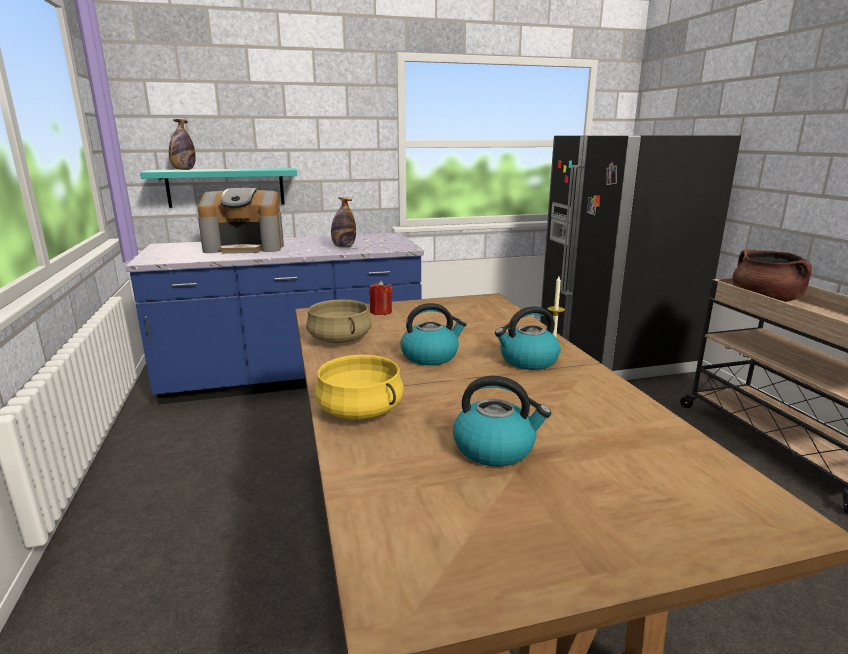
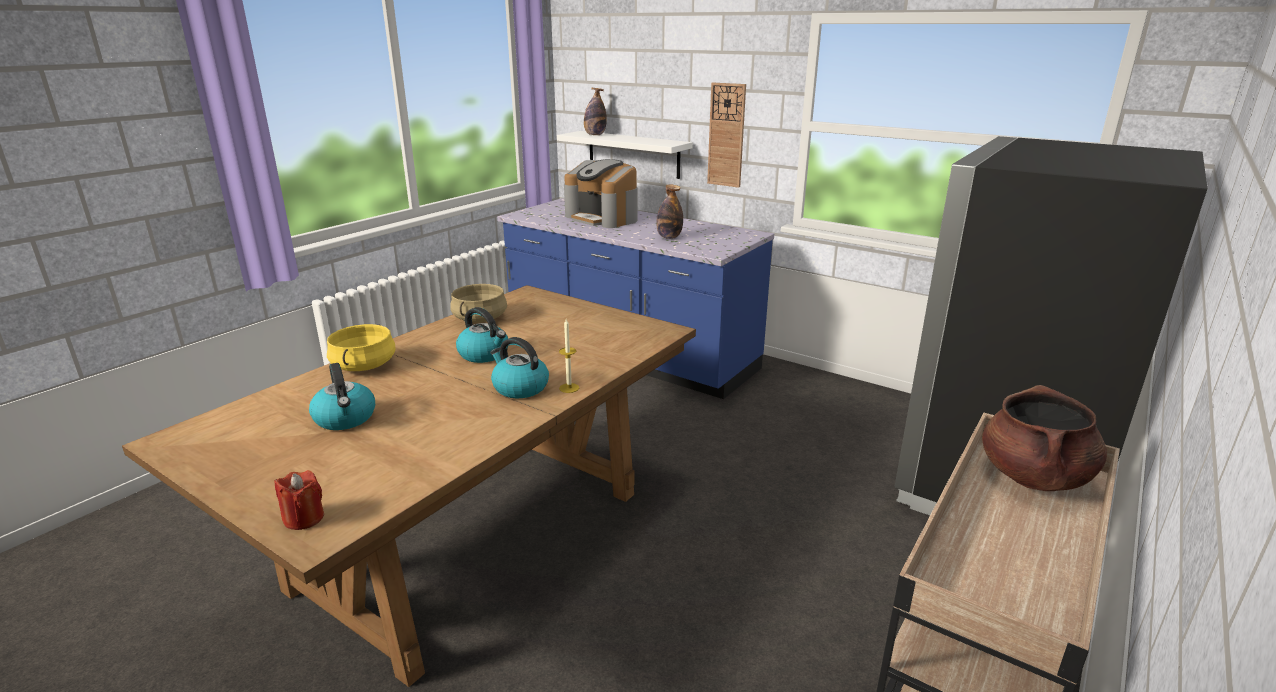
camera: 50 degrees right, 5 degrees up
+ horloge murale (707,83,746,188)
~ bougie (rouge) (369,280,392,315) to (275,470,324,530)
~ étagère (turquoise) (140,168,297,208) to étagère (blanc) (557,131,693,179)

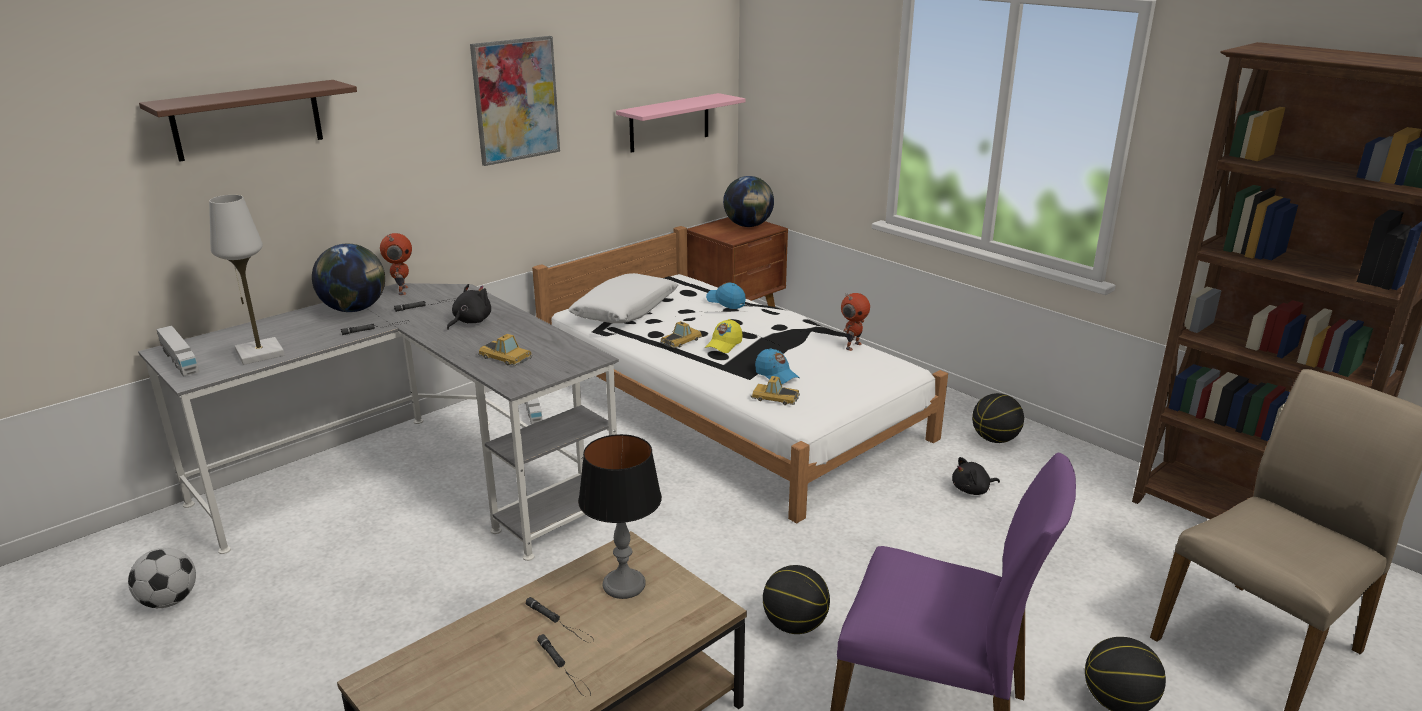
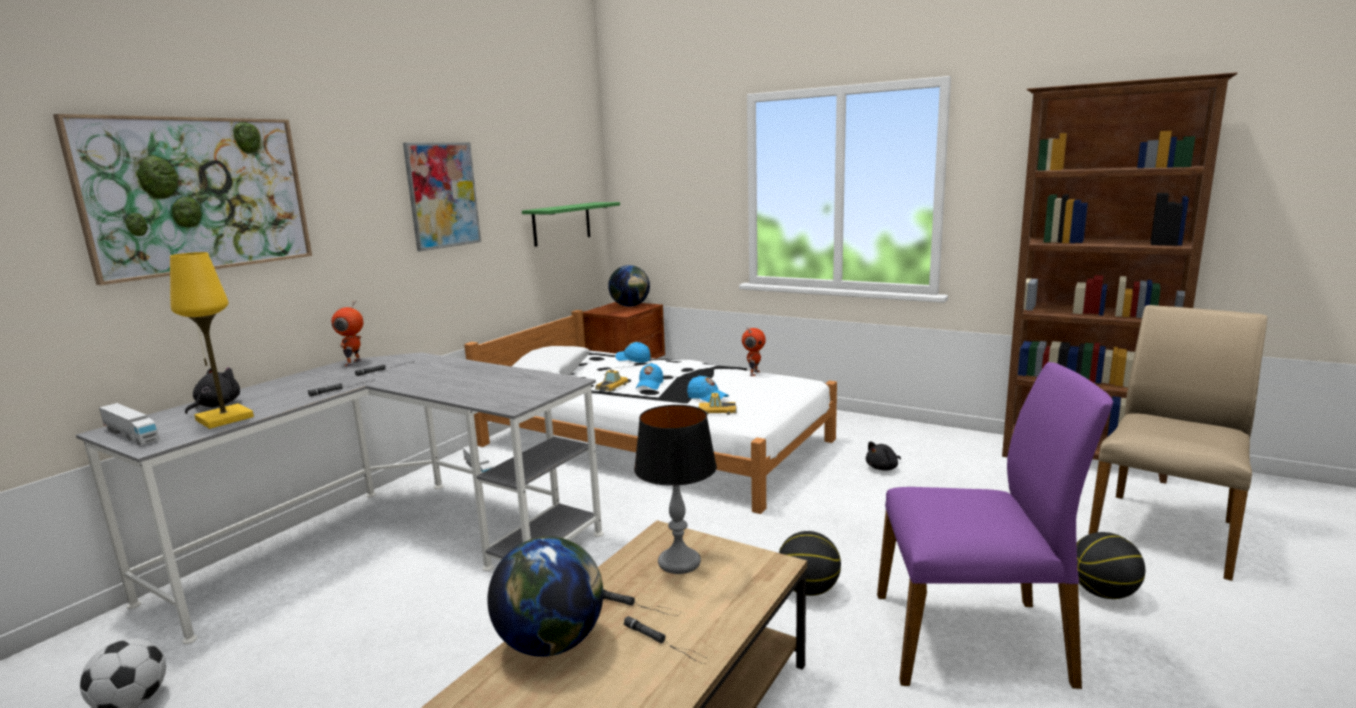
camera: 15 degrees left, 10 degrees down
- petite voiture (478,334,532,366)
- ballon de basket (972,393,1024,443)
~ globe (312,244,385,312) to (487,536,603,657)
~ peluche (noir) (447,284,491,330) to (185,367,240,414)
~ étagère (marron) (139,80,357,162) to tableau (53,114,312,285)
~ lampe de table (blanc) (209,195,285,365) to lampe de table (jaune) (170,252,254,429)
~ étagère (rose) (616,93,746,153) to étagère (vert) (522,202,620,247)
~ casquette (jaune) (705,319,743,353) to casquette (bleu) (635,363,663,390)
~ robot jouet (380,233,412,295) = (331,300,363,366) 150 degrees counterclockwise

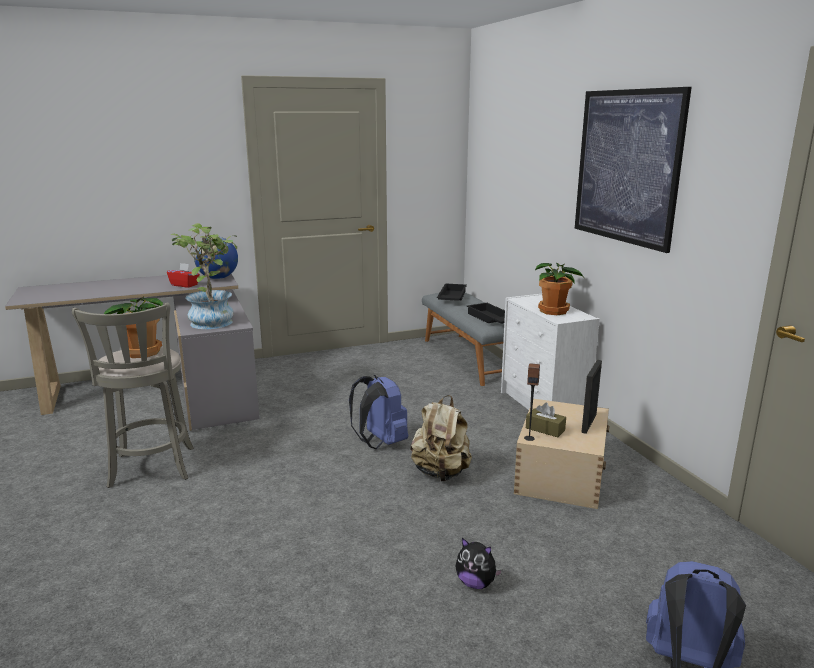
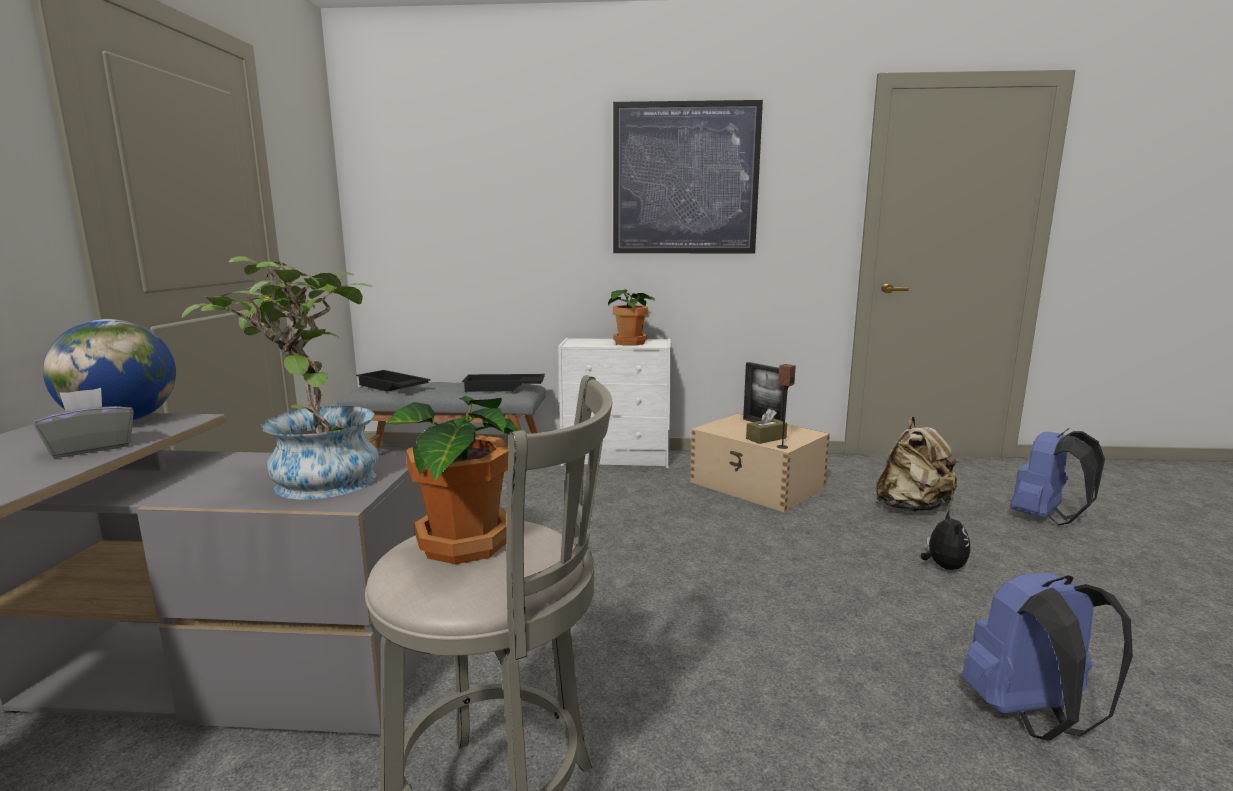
camera: 65 degrees left, 5 degrees down
~ sac à dos (bleu) (349,375,408,449) to (962,572,1133,741)
~ sac à dos (beige) (410,395,472,482) to (876,416,959,512)
~ boîte à mouchoirs (rouge) (167,263,200,288) to boîte à mouchoirs (gris) (34,388,134,458)
~ peluche (455,538,503,589) = (921,511,970,570) 45 degrees counterclockwise

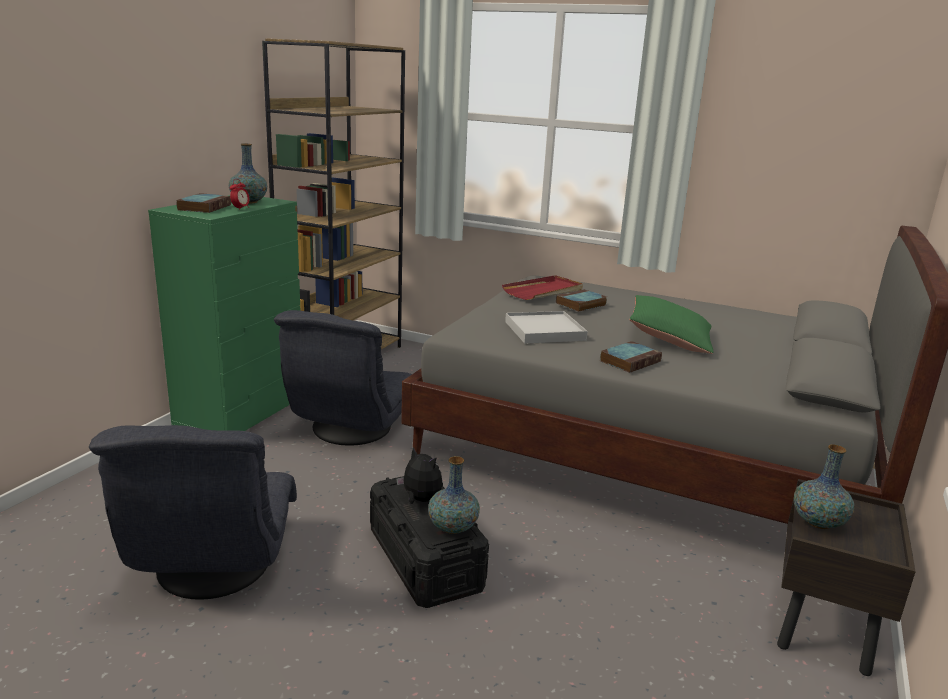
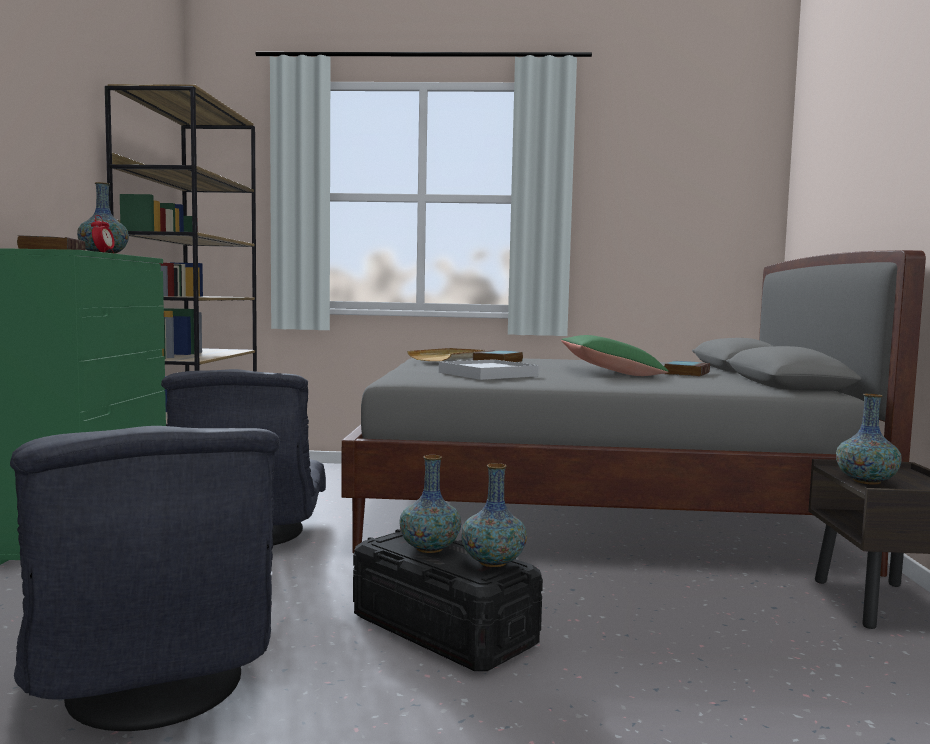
camera: 20 degrees left, 15 degrees down
~ livre (600,341,662,373) to (664,361,710,377)
~ peluche (396,447,442,504) to vase (399,455,461,553)
~ plateau (rouge) (502,275,583,300) to plateau (beige) (407,348,485,361)

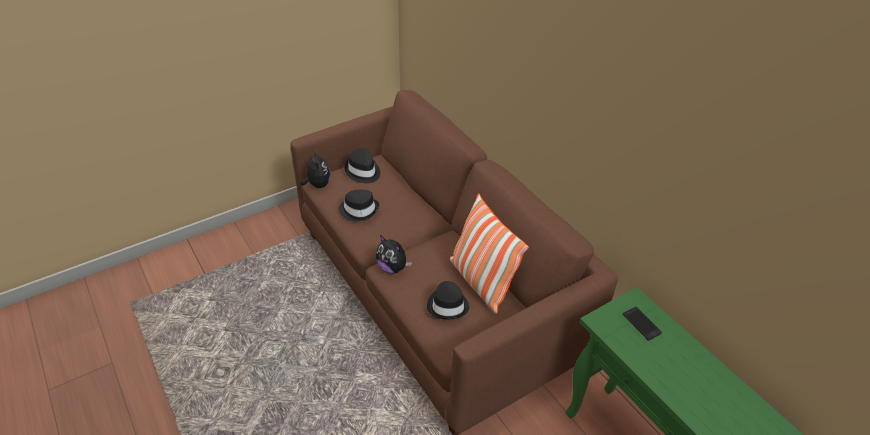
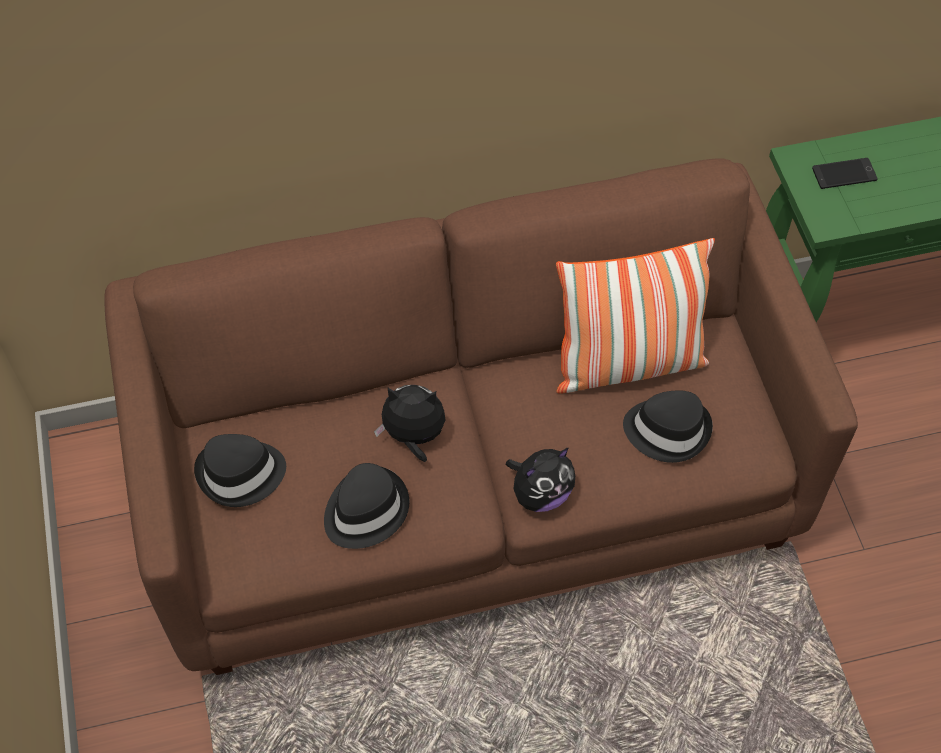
camera: 70 degrees left, 15 degrees up
~ peluche (300,151,331,188) to (374,385,446,462)

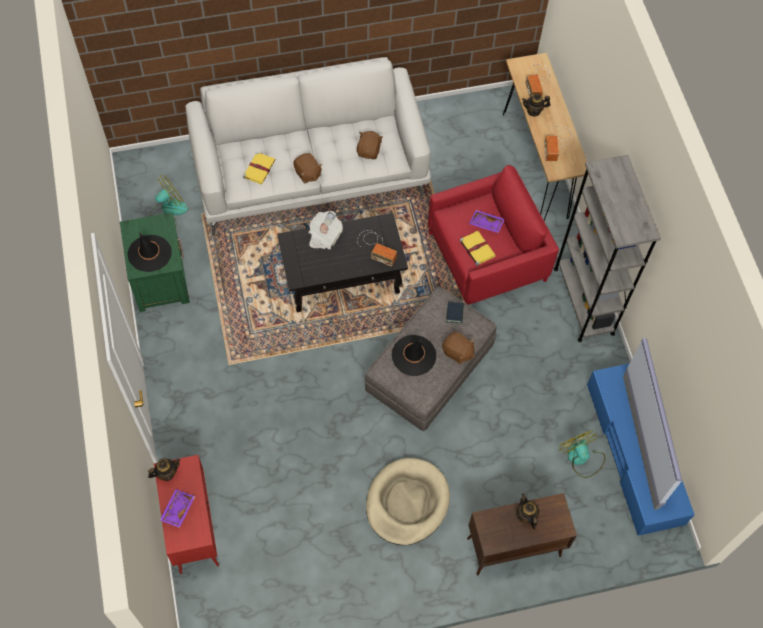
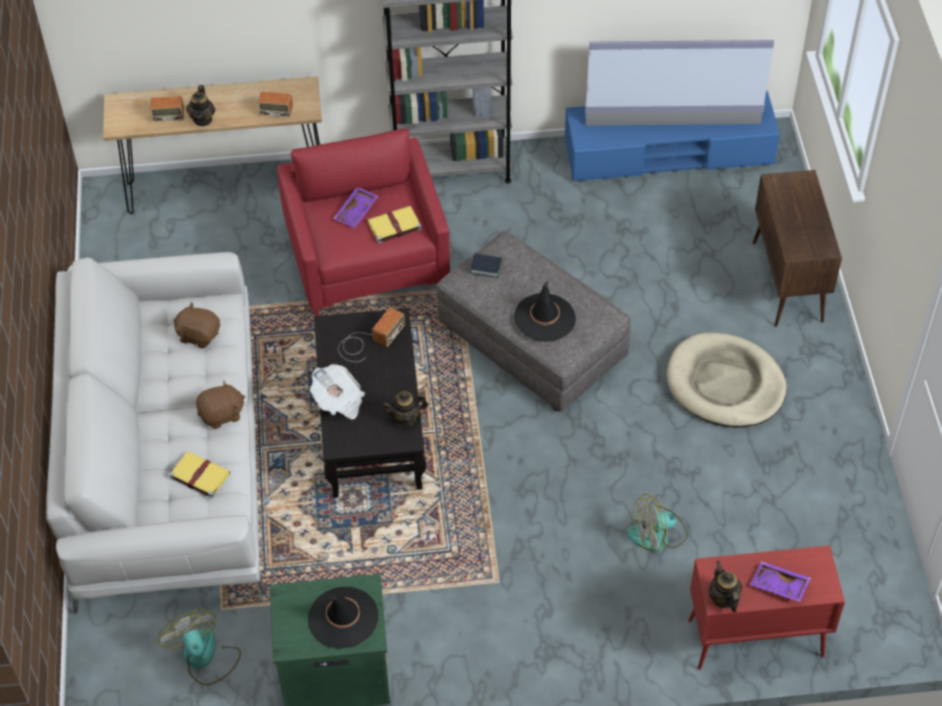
camera: 80 degrees left, 10 degrees down
- peluche (marron) (442,332,475,364)
~ théière (516,493,539,530) to (382,391,429,427)
~ ventilateur (559,430,605,478) to (627,494,688,552)

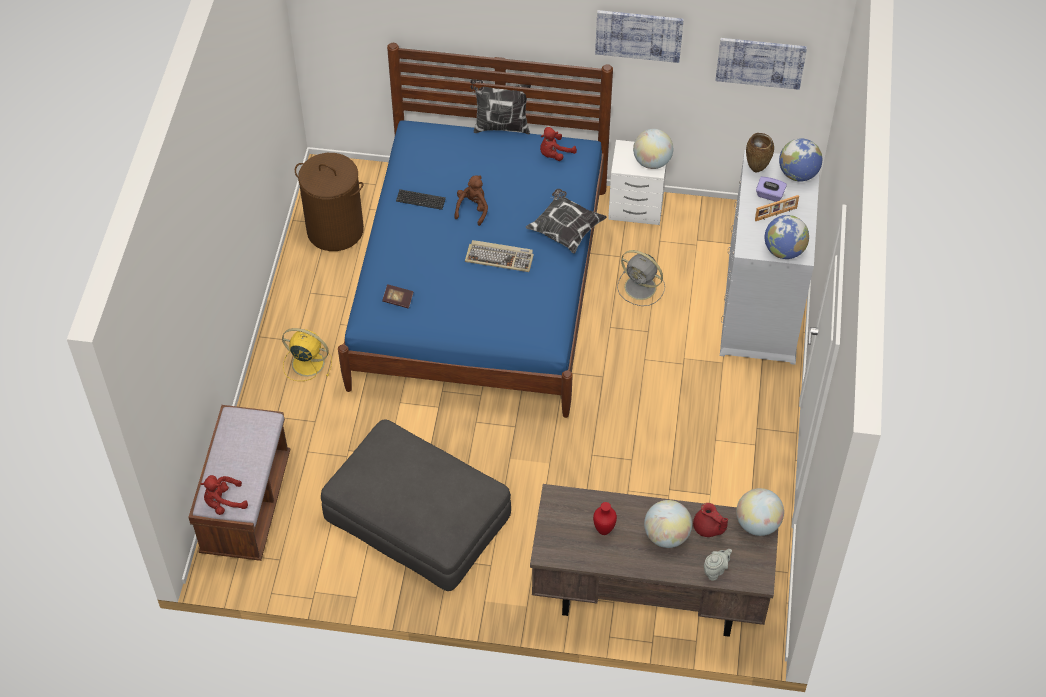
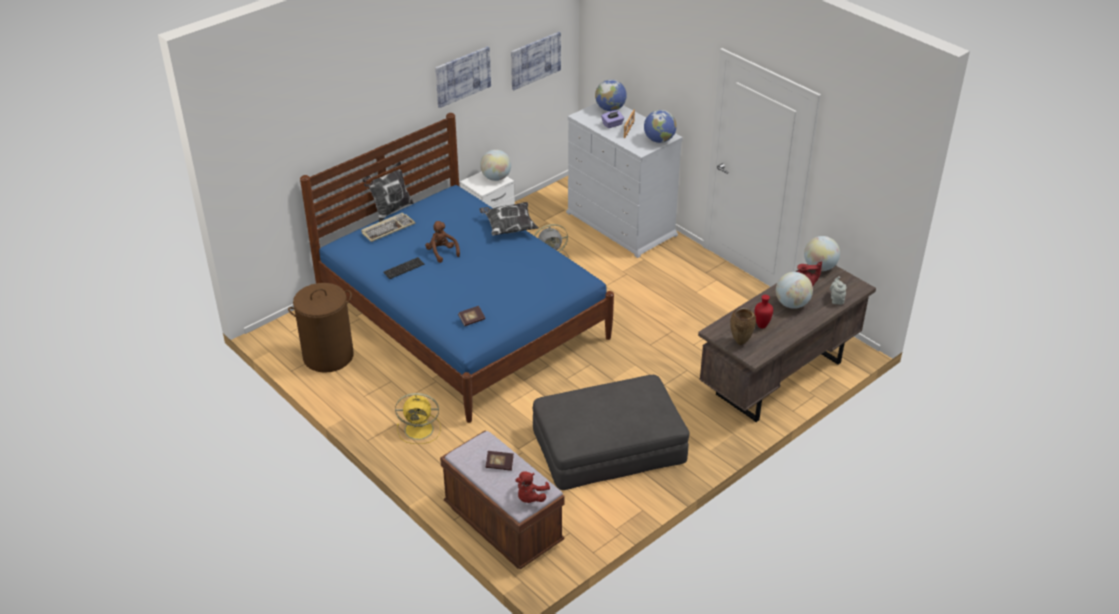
camera: 50 degrees left, 15 degrees down
- peluche (rouge) (540,127,577,161)
+ livre (486,451,514,471)
~ clavier (465,240,534,272) to (361,213,415,242)
~ vase (marron) (746,133,774,173) to (730,308,756,345)
~ ventilateur (jaune) (282,328,332,381) = (395,393,441,444) 150 degrees counterclockwise

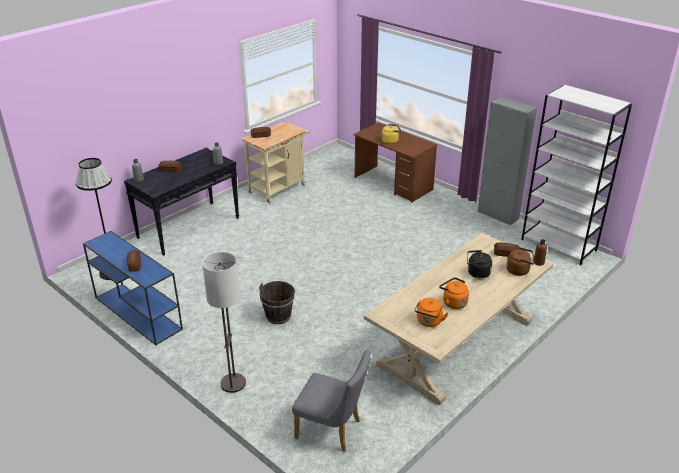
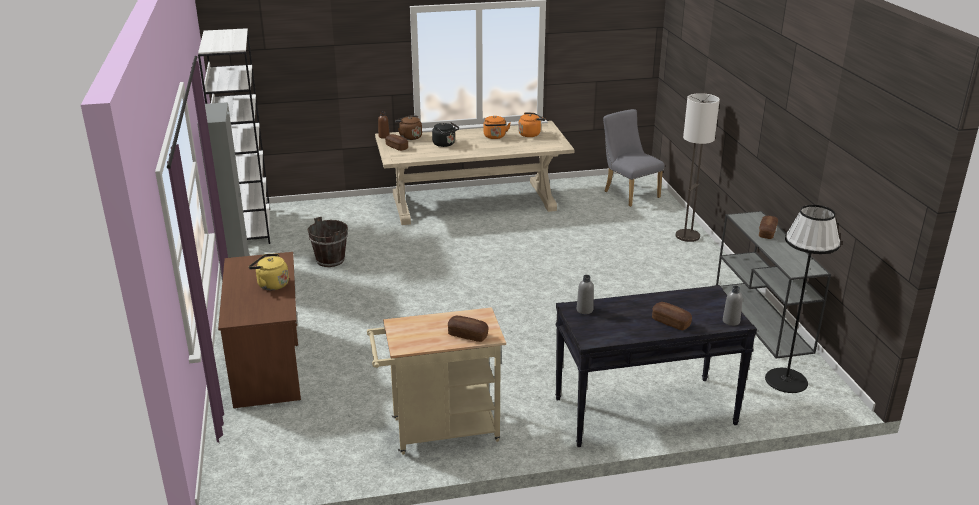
camera: 145 degrees left, 5 degrees down
~ seau (marron) (259,281,295,324) to (308,217,348,267)
~ table console (bleu) (83,231,183,345) to table console (gris) (716,211,831,359)

